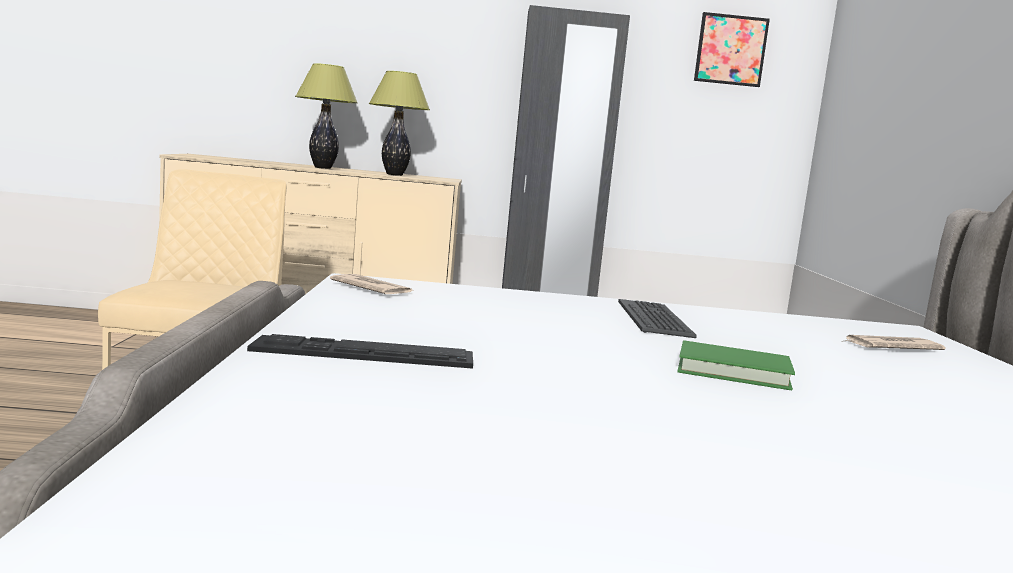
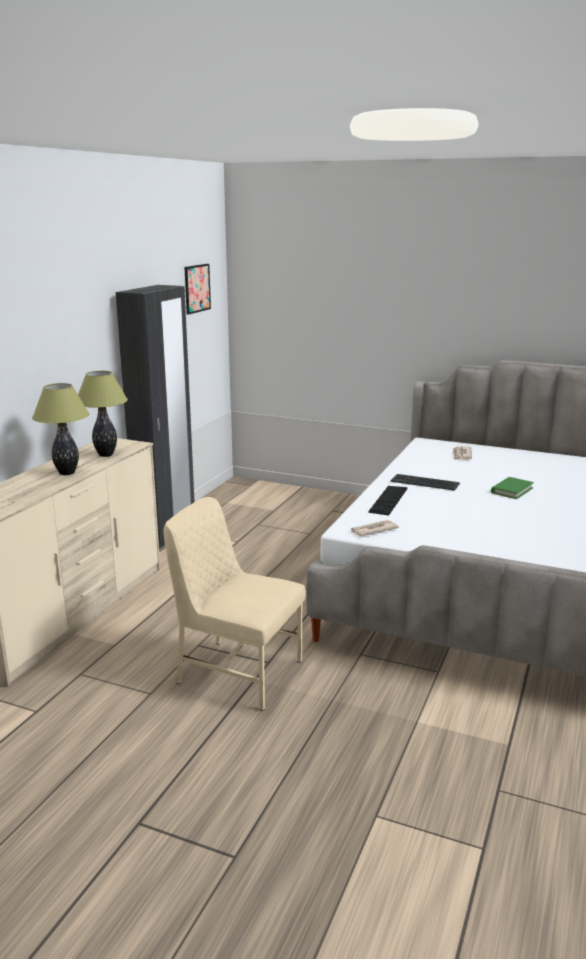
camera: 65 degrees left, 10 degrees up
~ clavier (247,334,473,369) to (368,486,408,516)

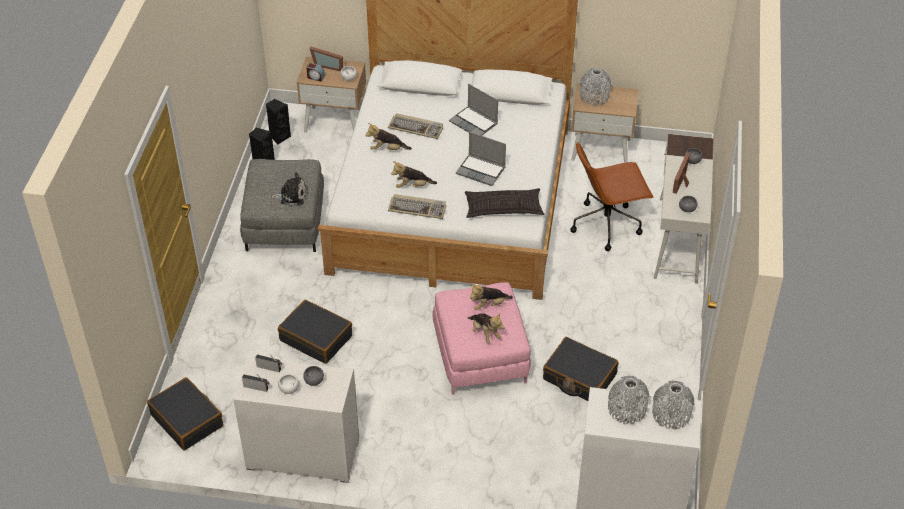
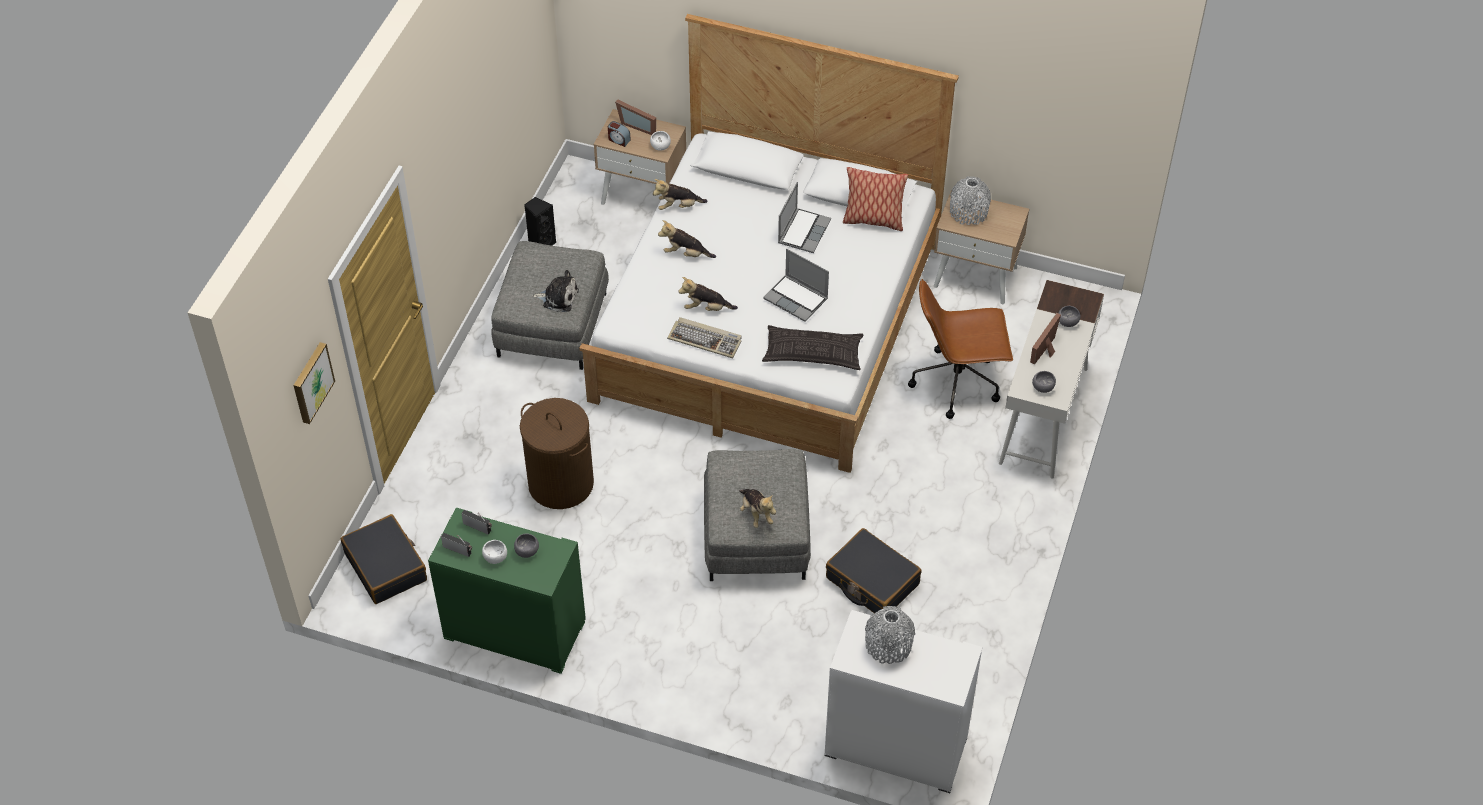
camera: 10 degrees right, 5 degrees up
- enceinte (noir) (266,99,291,145)
- clavier (388,113,443,139)
- vase (gris) (652,381,694,430)
+ tableau (293,342,335,424)
+ coussin (843,167,908,231)
~ peluche (470,284,513,310) to (653,179,708,210)
~ valise (noir) (278,300,352,364) to panier à linge (marron) (520,398,594,509)
~ commode (blanc) (233,355,359,483) to commode (vert) (428,507,586,674)
~ pouf (rose) (433,282,531,395) to pouf (gris) (704,449,811,581)
~ ordinateur portable (449,84,498,136) = (778,182,831,253) 120 degrees counterclockwise

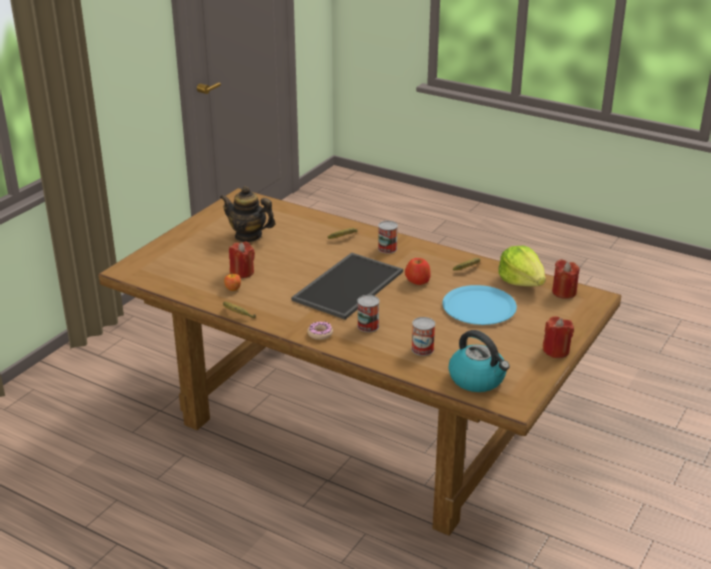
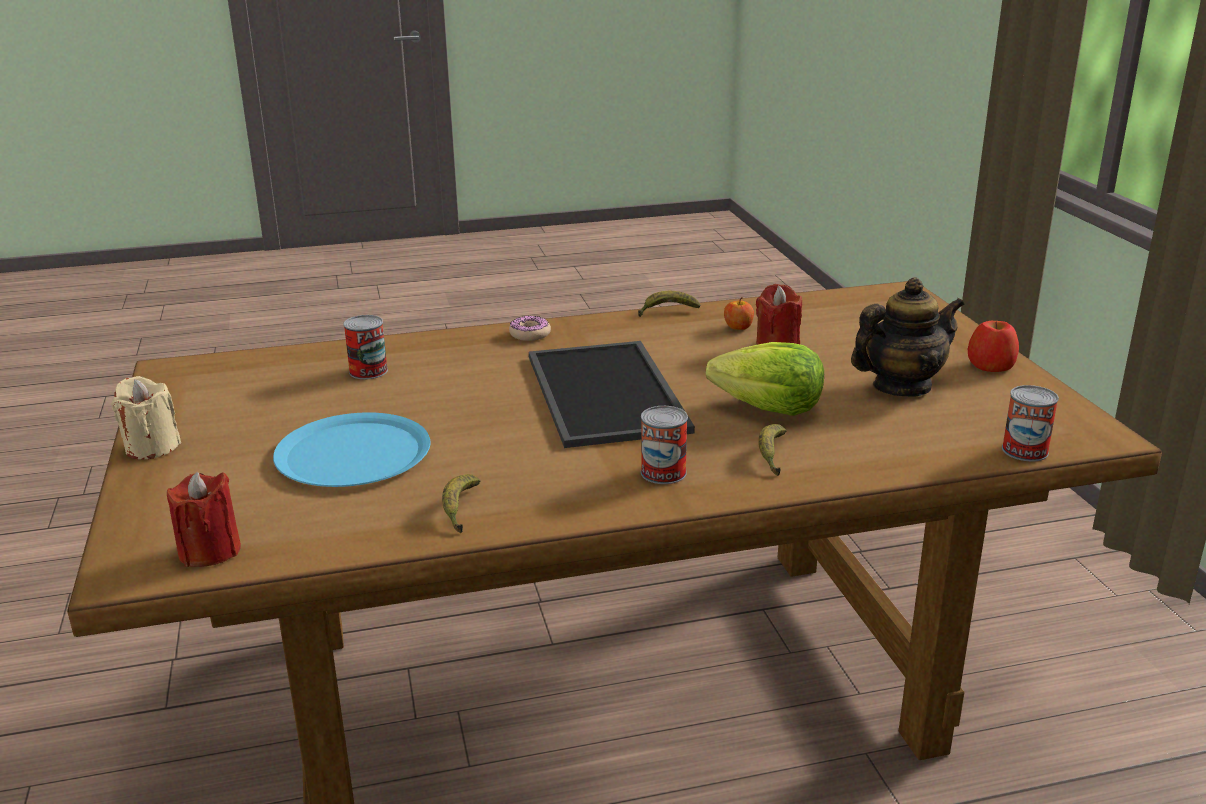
camera: 135 degrees right, 5 degrees down
- bouilloire (448,330,510,392)
~ boîte métallique (357,295,379,332) to (1002,385,1059,462)
~ pomme (405,258,431,285) to (967,321,1019,372)
~ laitue (498,245,546,286) to (706,342,824,416)
~ bougie (rouge) (543,316,574,358) to bougie (beige) (111,376,181,459)

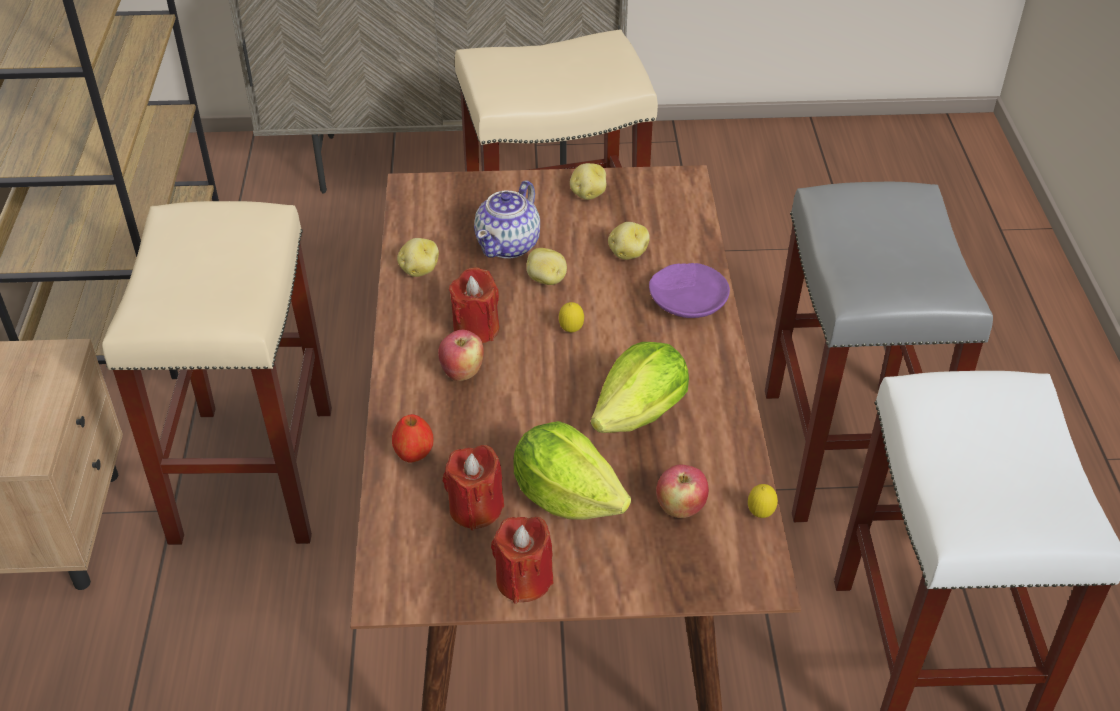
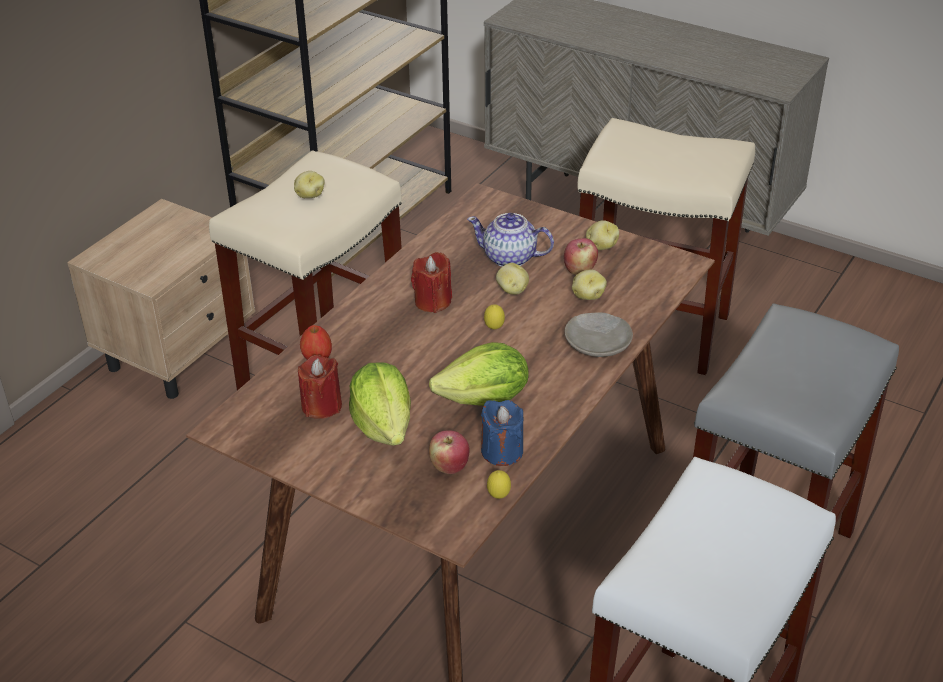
camera: 35 degrees right, 5 degrees down
- bougie (rouge) (491,517,554,604)
+ bougie (bleu) (481,400,524,466)
~ pomme de terre (397,238,439,277) to (294,171,325,198)
~ pomme (438,330,484,381) to (564,238,598,275)
~ assiette (violet) (649,263,730,318) to assiette (beige) (564,312,633,357)
~ théière (474,181,540,259) = (467,213,554,267) 45 degrees clockwise

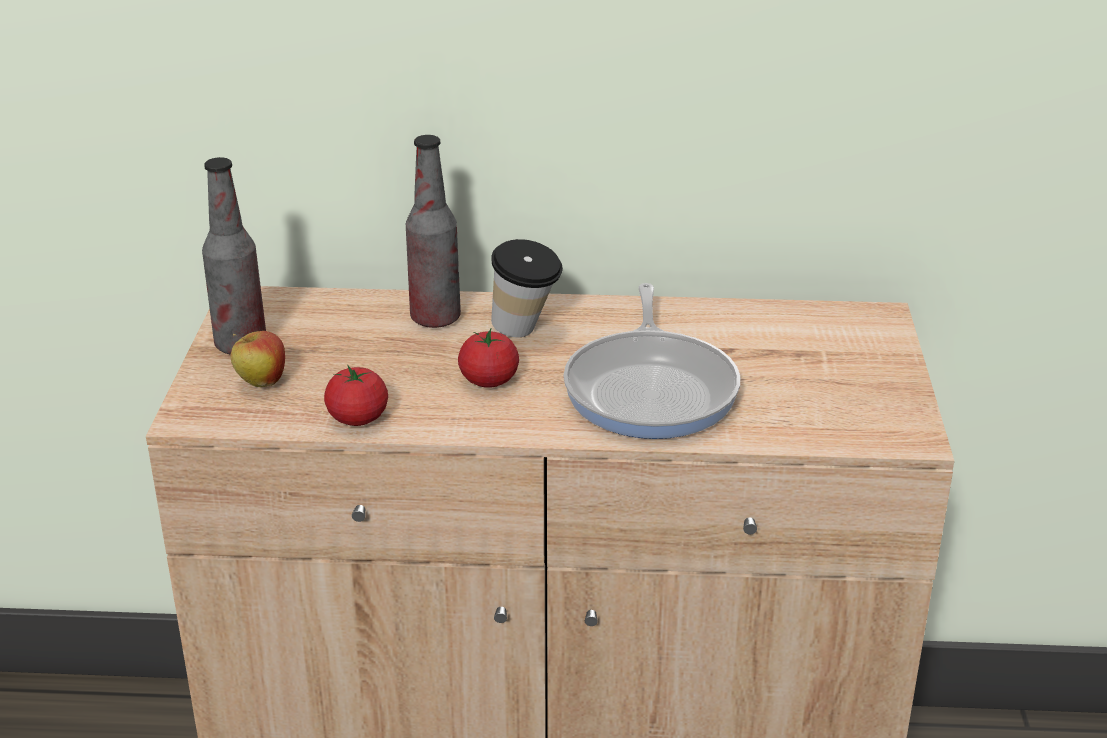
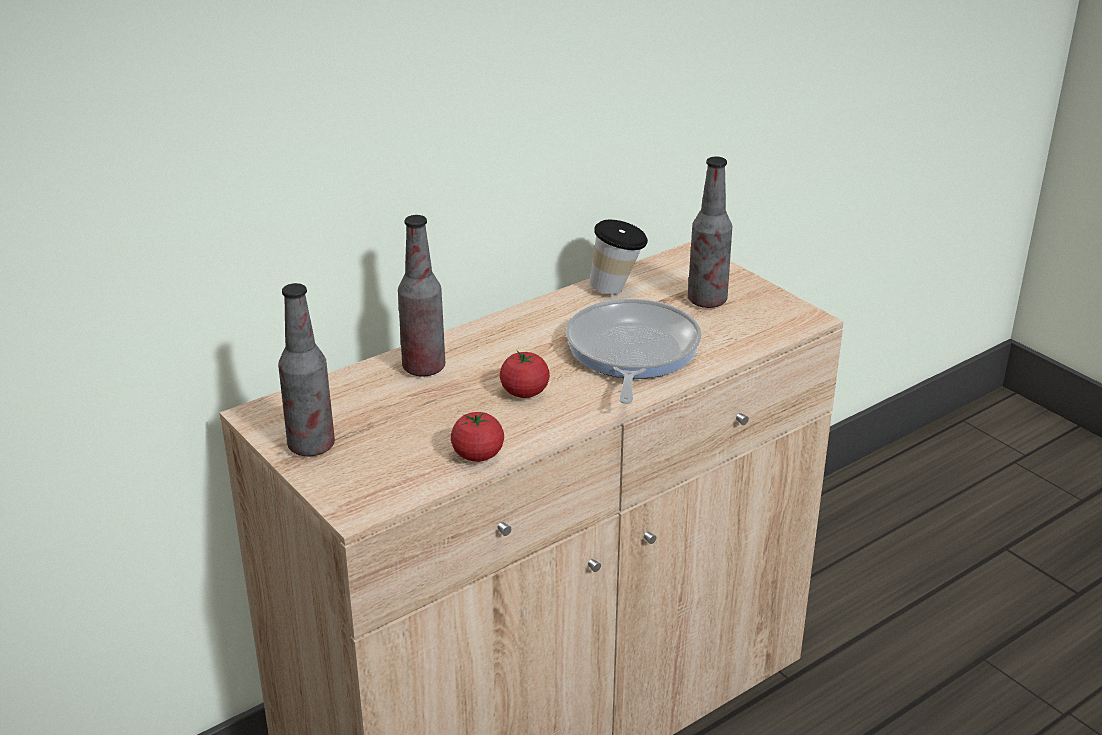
camera: 40 degrees left, 0 degrees up
- pomme (231,331,285,387)
+ bouteille (688,157,732,308)
~ tasse (491,239,563,337) to (590,220,648,295)
~ poêle (563,283,740,439) = (566,299,702,404) 135 degrees counterclockwise

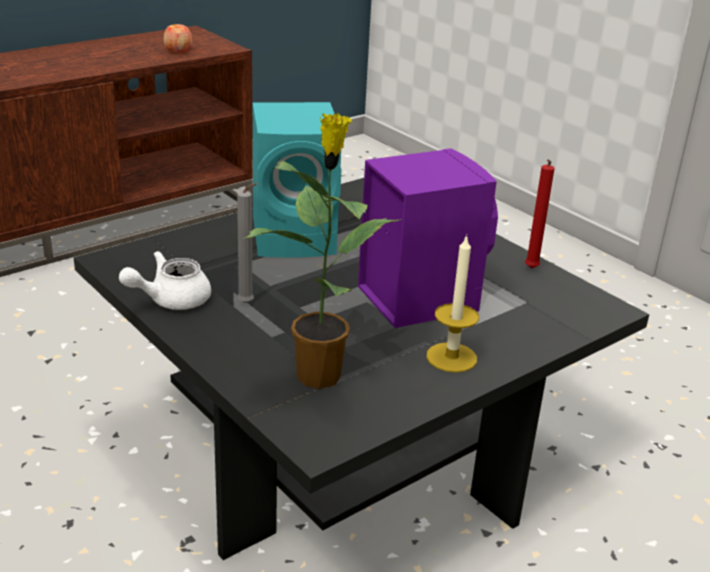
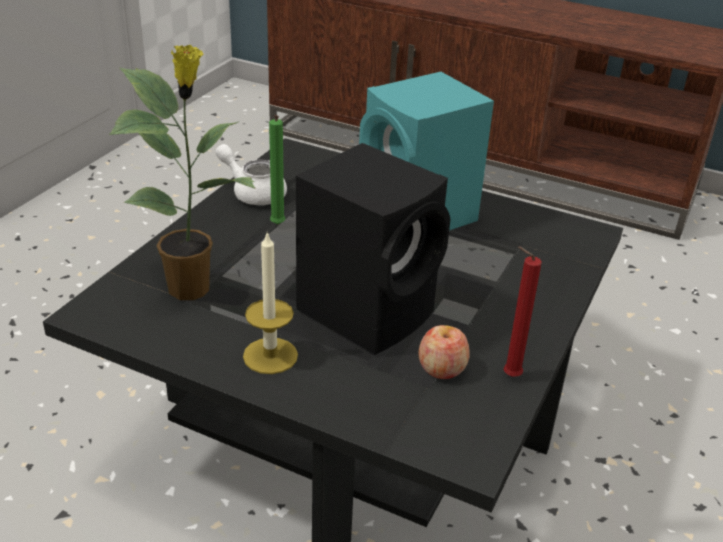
camera: 65 degrees right, 5 degrees up
~ pomme (164,24,192,52) to (419,325,470,379)
~ bougie (gris) (237,183,258,303) to bougie (vert) (269,115,286,225)
~ enceinte (violet) (358,148,498,328) to enceinte (noir) (296,143,450,355)

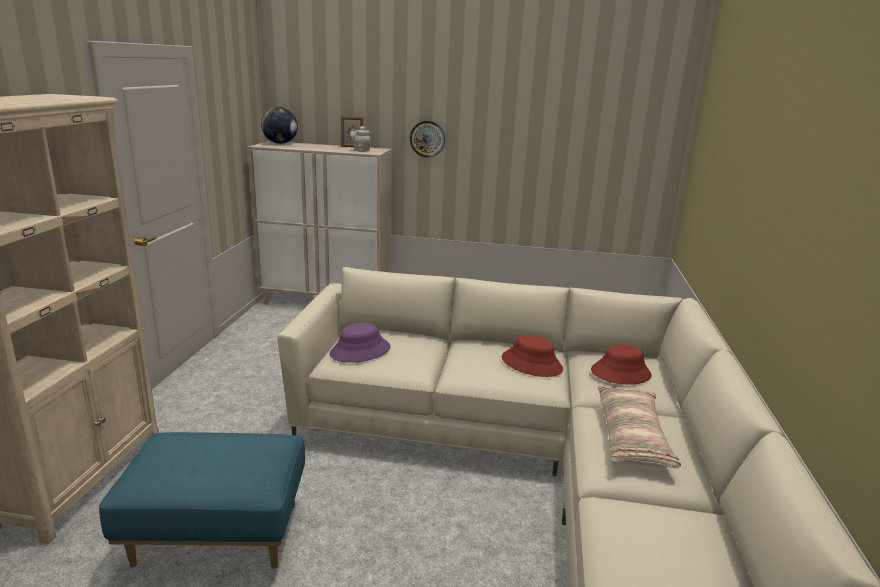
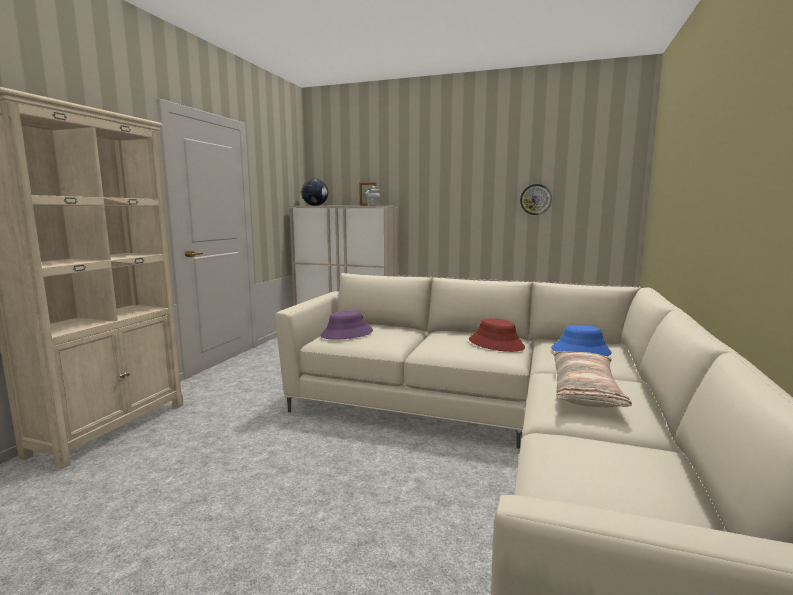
camera: 10 degrees right, 10 degrees down
- pouf (bleu) (99,432,305,569)
~ horloge murale (410,121,445,158) to (520,184,552,215)
~ chapeau (rouge) (591,344,652,385) to chapeau (bleu) (551,325,612,356)

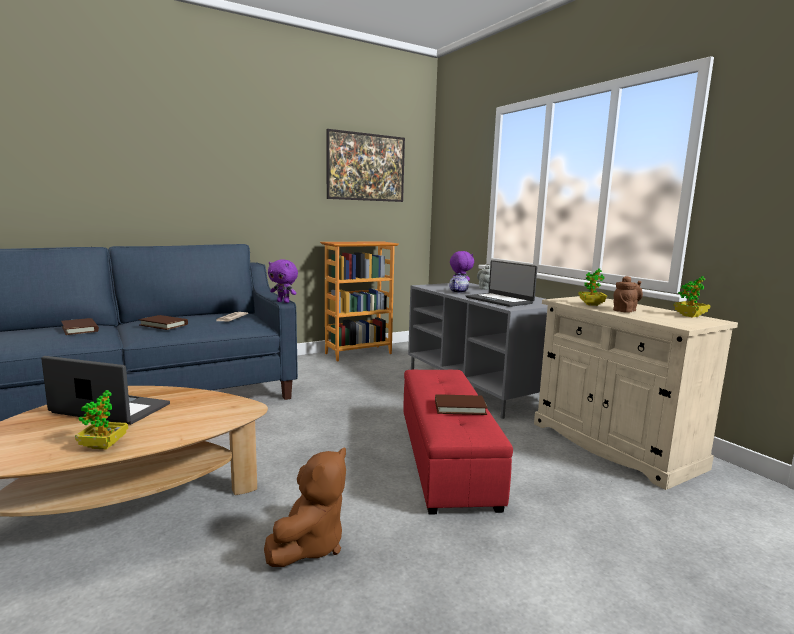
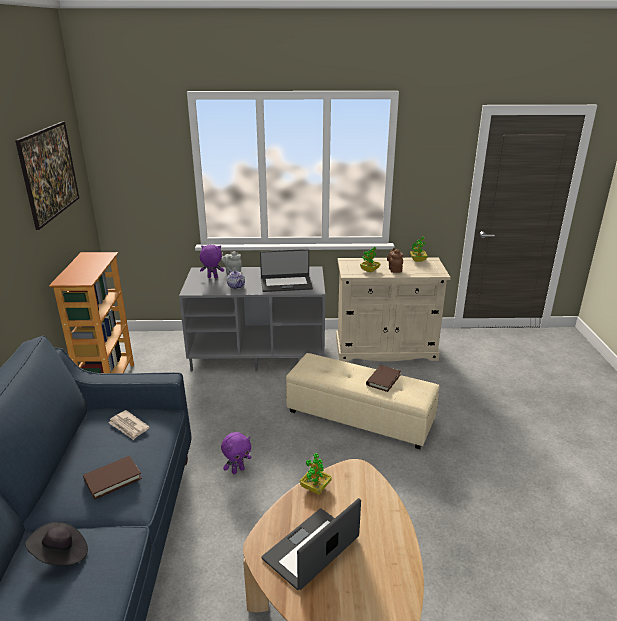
camera: 60 degrees left, 15 degrees up
- peluche (marron) (264,448,346,567)
~ plante en pot (75,390,128,449) to (300,453,332,495)
~ peluche (violet) (268,260,298,303) to (221,432,251,474)
~ livre (marron) (61,318,99,335) to chapeau (noir) (25,522,88,566)
~ pouf (rouge) (403,370,513,515) to pouf (beige) (286,353,440,449)

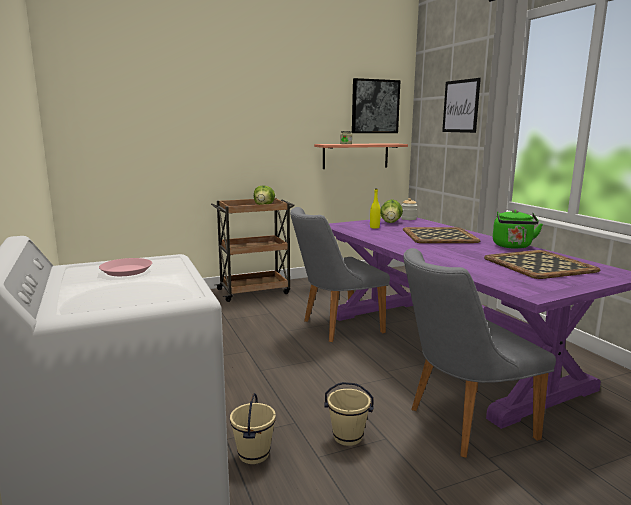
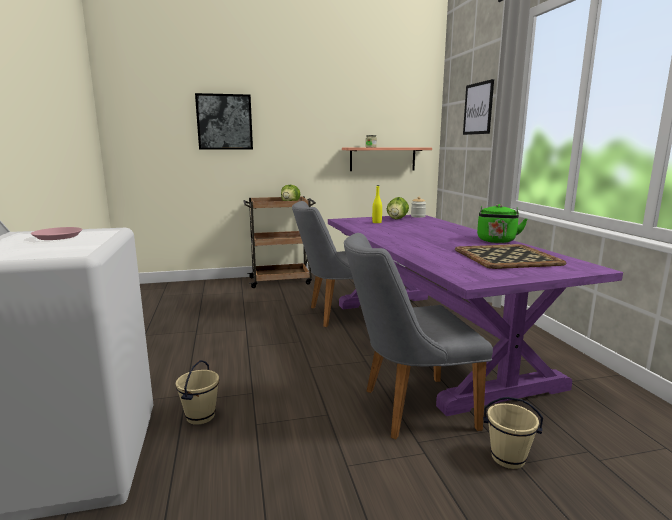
camera: 10 degrees right, 0 degrees up
- plateau (403,227,480,243)
~ seau (beige) (324,382,374,446) to (483,397,543,469)
~ tableau (352,78,401,133) to (195,93,253,150)

